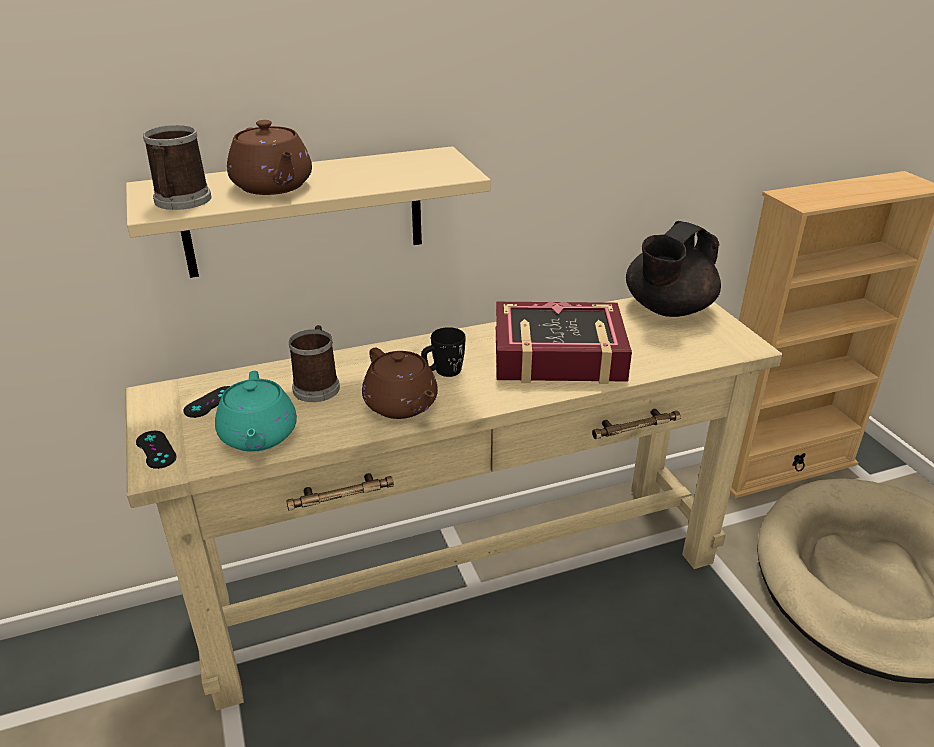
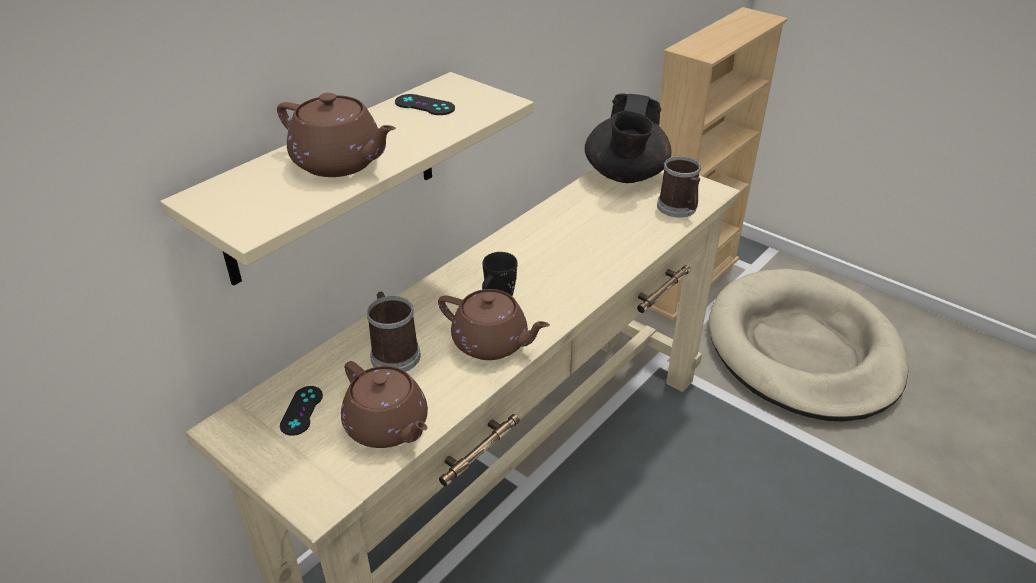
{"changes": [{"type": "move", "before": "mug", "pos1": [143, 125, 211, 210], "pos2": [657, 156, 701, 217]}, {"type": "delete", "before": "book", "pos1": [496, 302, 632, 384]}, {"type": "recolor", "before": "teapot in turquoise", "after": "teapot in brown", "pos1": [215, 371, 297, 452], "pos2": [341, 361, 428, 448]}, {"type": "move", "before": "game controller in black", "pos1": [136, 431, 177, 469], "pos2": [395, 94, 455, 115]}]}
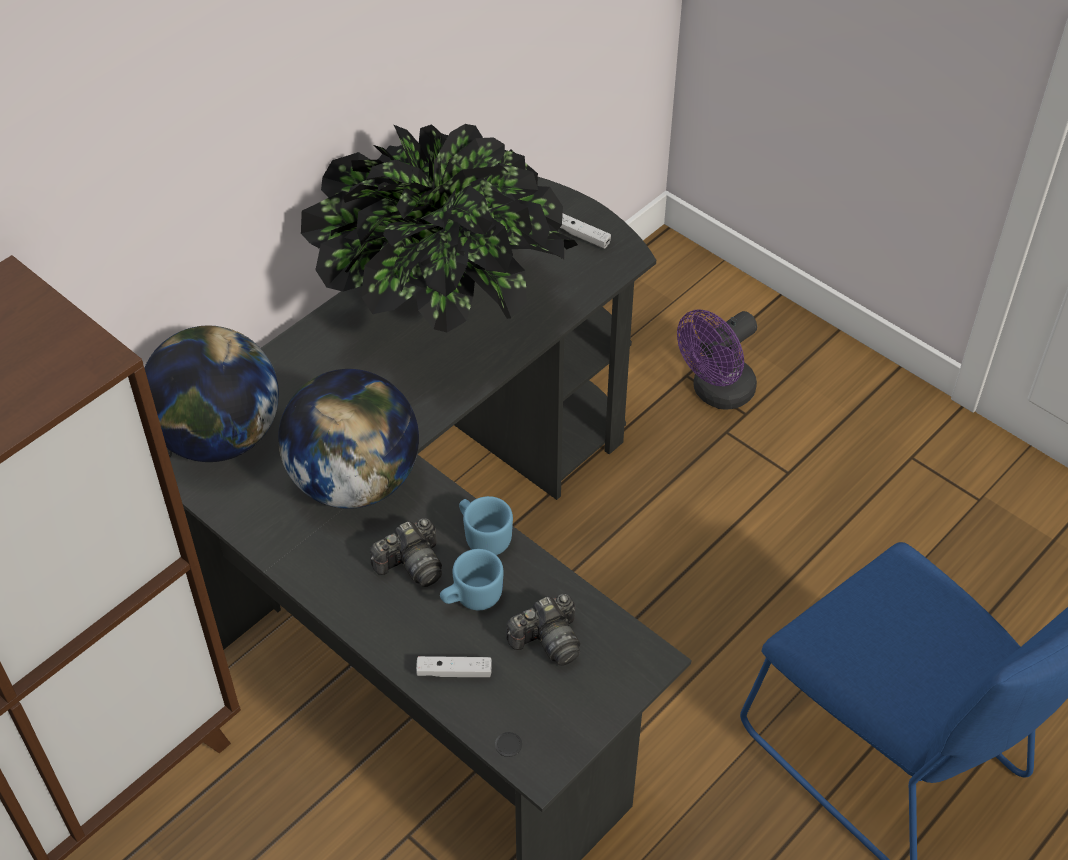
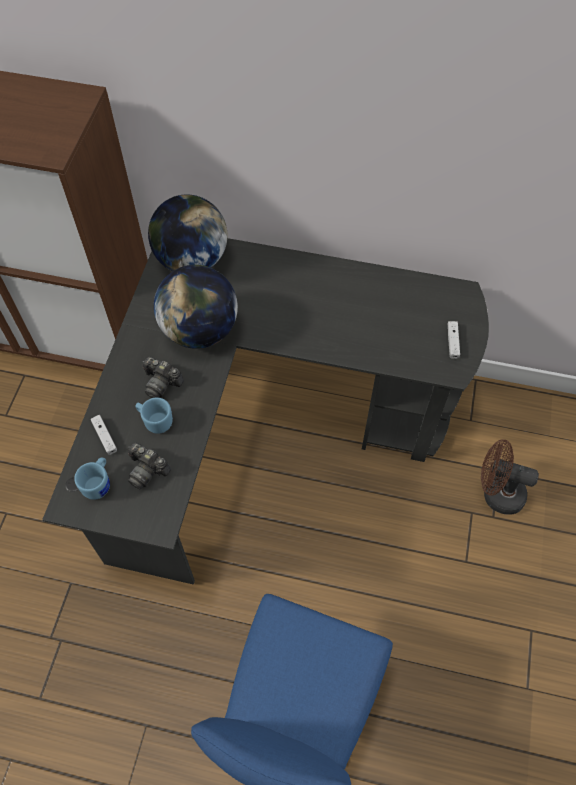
{"changes": [{"type": "delete", "before": "potted plant", "pos1": [301, 124, 578, 332]}, {"type": "recolor", "before": "fan in purple", "after": "fan in brown", "pos1": [677, 309, 757, 410], "pos2": [481, 439, 539, 515]}, {"type": "move", "before": "mug in blue", "pos1": [459, 496, 513, 555], "pos2": [74, 457, 110, 500]}]}
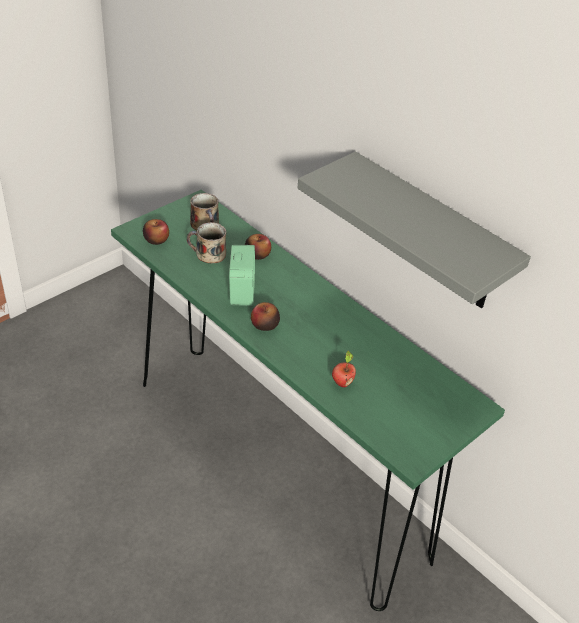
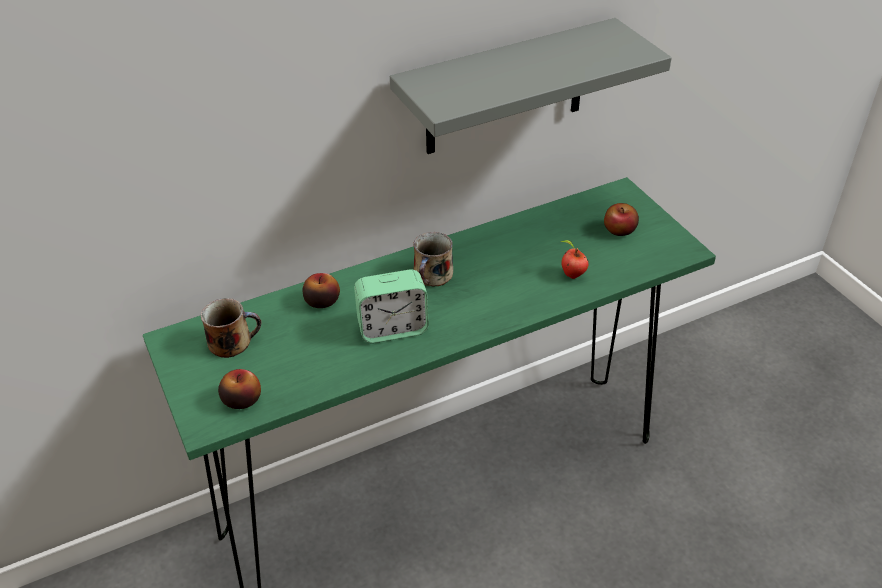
{"changes": [{"type": "move", "before": "mug", "pos1": [187, 222, 226, 263], "pos2": [413, 232, 453, 286]}, {"type": "rotate", "before": "alarm clock", "pos1": [229, 245, 255, 306], "pos2": [354, 270, 429, 343], "turn": 150}, {"type": "move", "before": "apple", "pos1": [251, 302, 280, 331], "pos2": [604, 203, 639, 236]}]}
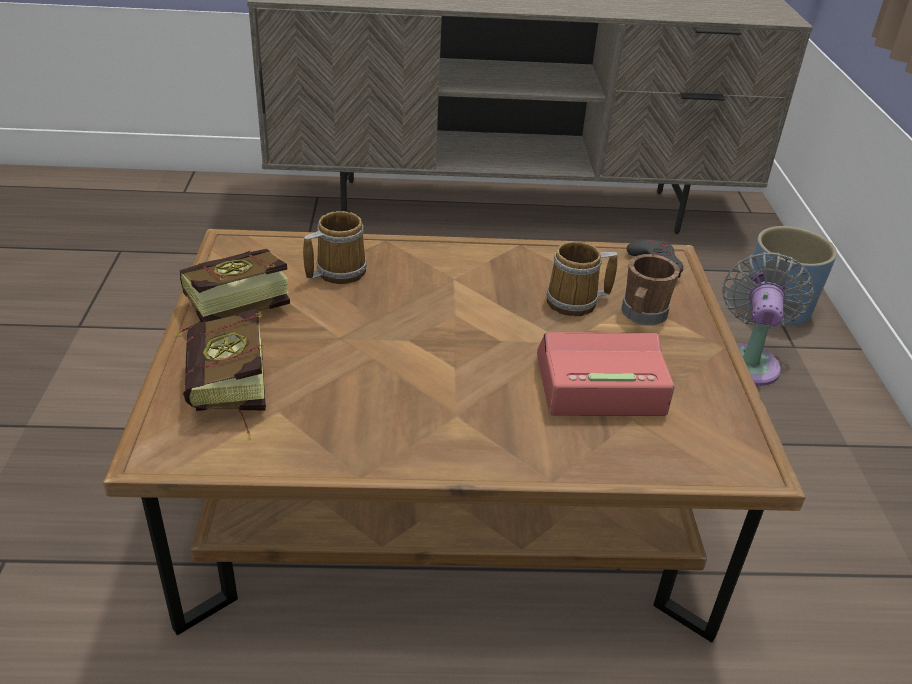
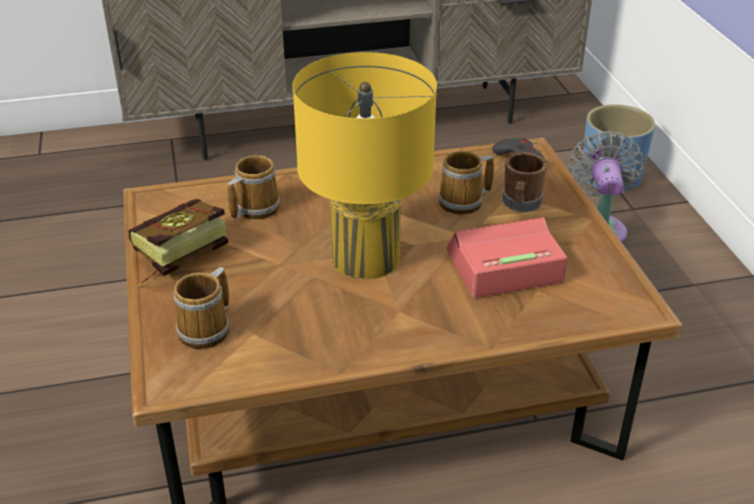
{"changes": [{"type": "replace", "before": "book", "after": "mug", "pos1": [183, 308, 266, 439], "pos2": [173, 267, 229, 349]}, {"type": "insert", "after": "table lamp in yellow", "pos2": [292, 52, 437, 279]}]}
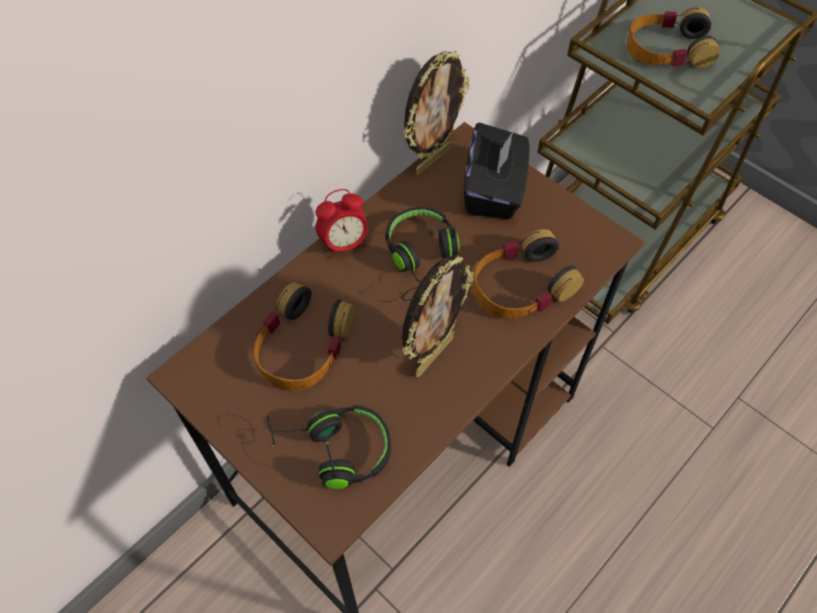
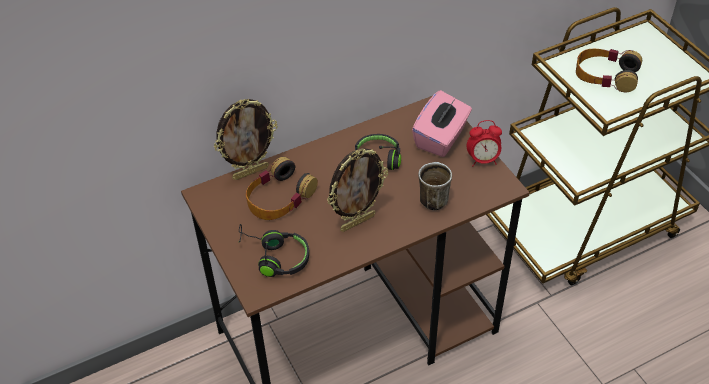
{"changes": [{"type": "move", "before": "picture frame", "pos1": [403, 51, 470, 175], "pos2": [214, 99, 278, 180]}, {"type": "recolor", "before": "tissue box in black", "after": "tissue box in pink", "pos1": [464, 123, 530, 219], "pos2": [412, 90, 472, 157]}, {"type": "move", "before": "alarm clock", "pos1": [316, 189, 368, 258], "pos2": [467, 120, 502, 166]}, {"type": "replace", "before": "headphones", "after": "mug", "pos1": [473, 229, 584, 319], "pos2": [418, 162, 452, 211]}]}
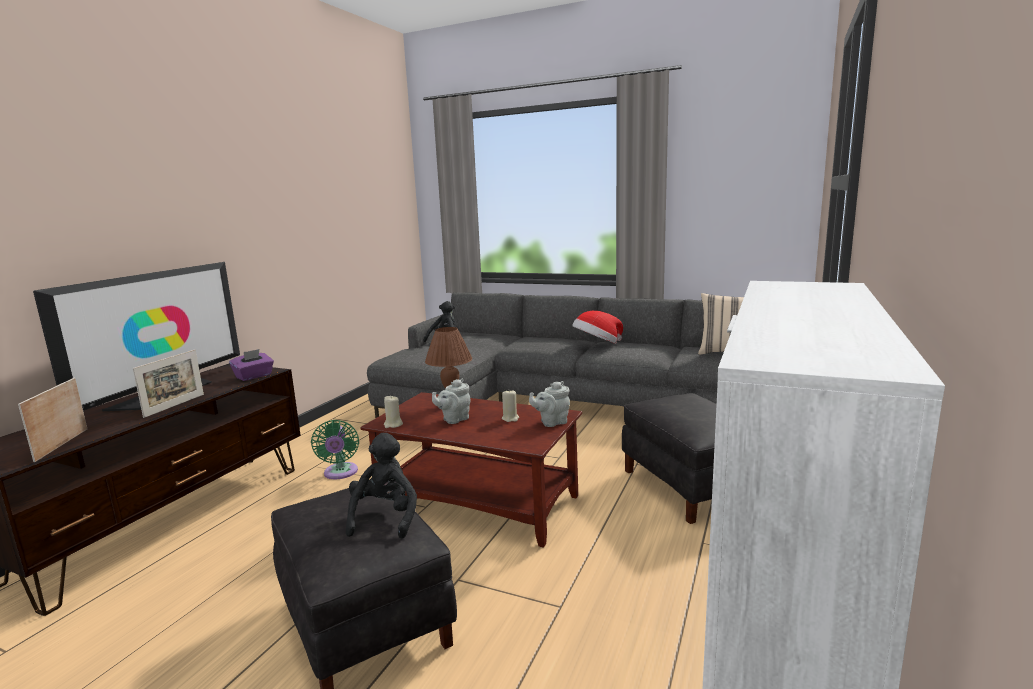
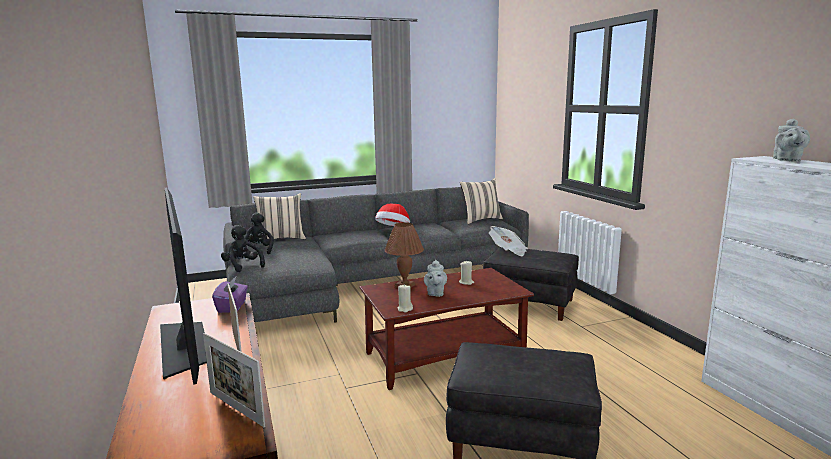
{"changes": [{"type": "move", "before": "teapot in grey", "pos1": [529, 381, 570, 427], "pos2": [773, 119, 810, 162]}, {"type": "delete", "before": "fan in green", "pos1": [311, 420, 359, 479]}, {"type": "move", "before": "plush toy in black", "pos1": [346, 433, 417, 539], "pos2": [221, 225, 265, 272]}, {"type": "insert", "after": "pillow in beige", "pos2": [253, 193, 306, 239]}, {"type": "insert", "after": "newspaper", "pos2": [489, 226, 528, 257]}]}
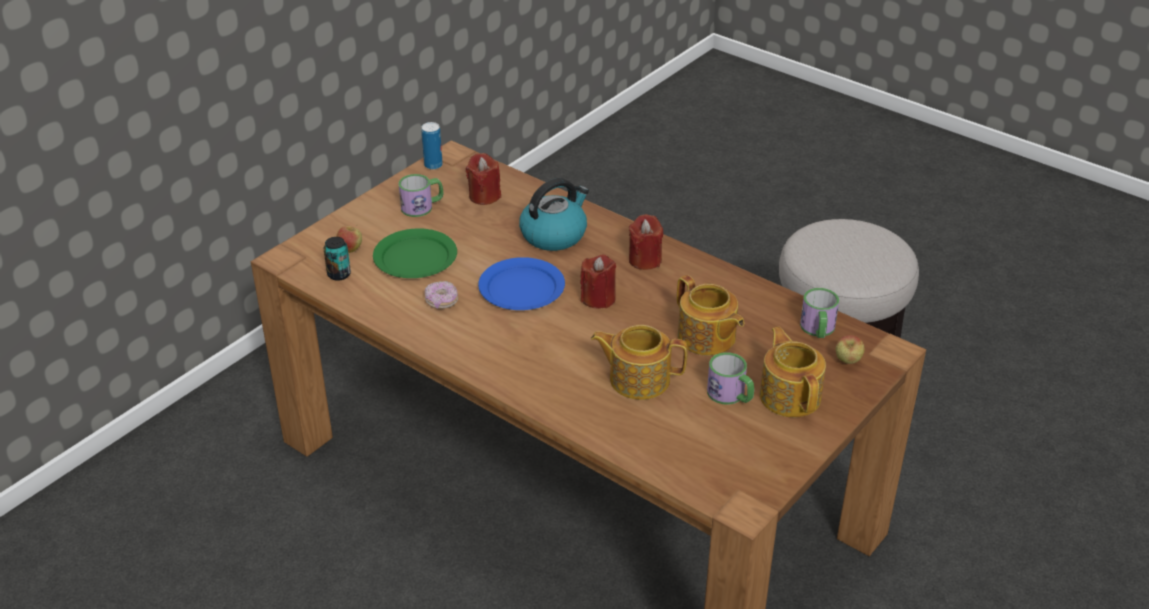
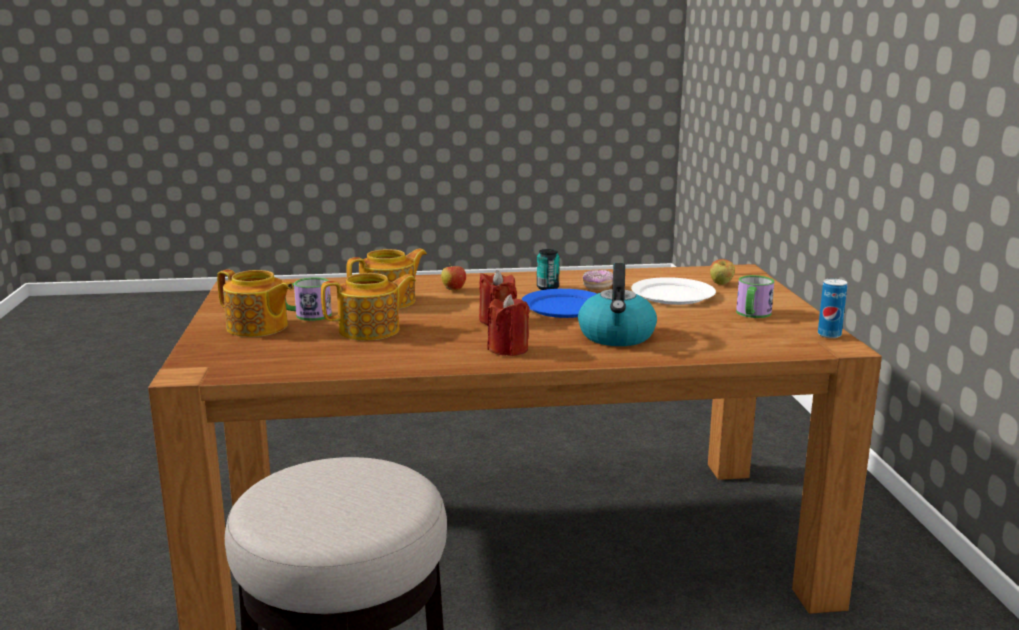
{"changes": [{"type": "delete", "before": "candle in red", "pos1": [466, 153, 501, 205]}, {"type": "recolor", "before": "plate in green", "after": "plate in white", "pos1": [373, 228, 457, 278], "pos2": [631, 277, 716, 305]}, {"type": "move", "before": "can", "pos1": [324, 237, 351, 281], "pos2": [537, 249, 560, 290]}, {"type": "rotate", "before": "teapot", "pos1": [677, 275, 744, 356], "pos2": [321, 273, 416, 340], "turn": 150}, {"type": "delete", "before": "mug", "pos1": [800, 288, 839, 338]}, {"type": "move", "before": "apple", "pos1": [836, 335, 865, 364], "pos2": [441, 264, 466, 291]}]}
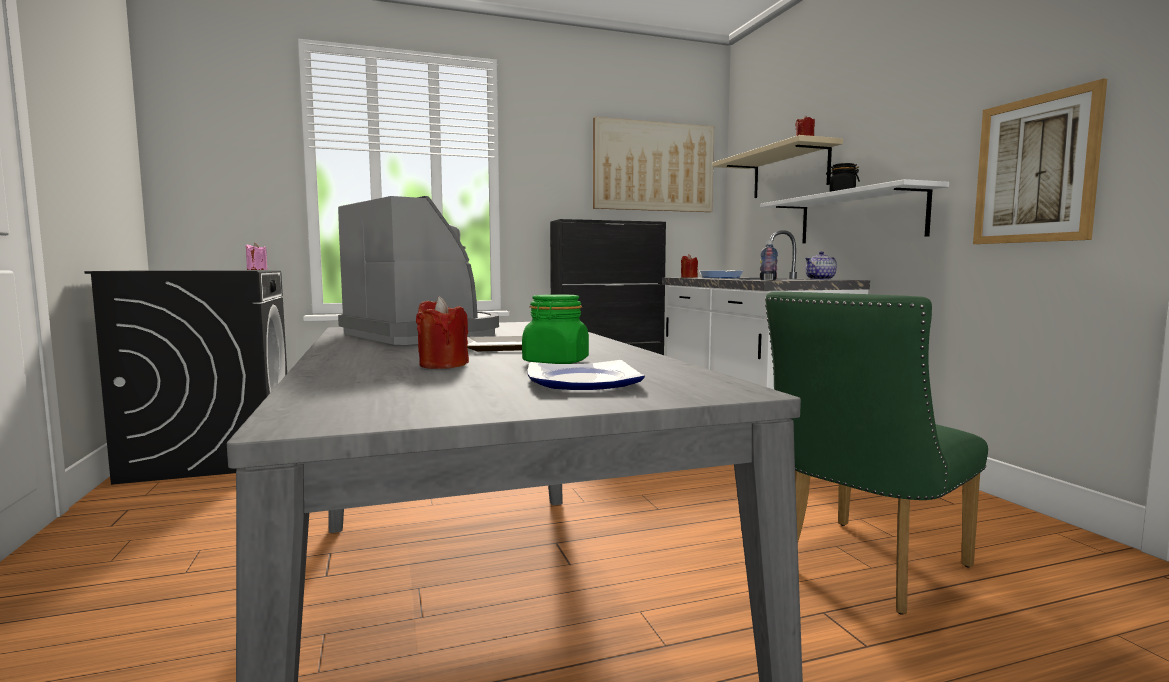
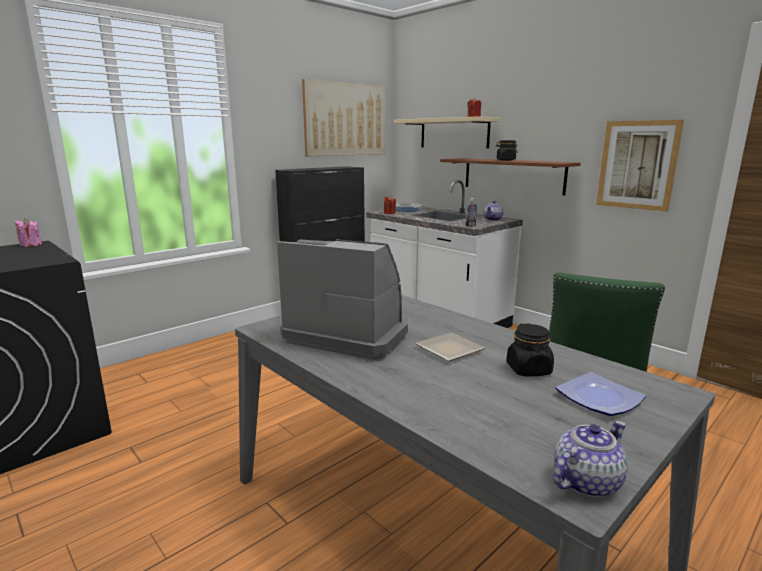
{"changes": [{"type": "recolor", "before": "shelf in white", "after": "shelf in brown", "pos1": [760, 179, 949, 243], "pos2": [440, 158, 581, 195]}, {"type": "recolor", "before": "jar in green", "after": "jar in black", "pos1": [522, 294, 589, 364], "pos2": [507, 323, 554, 376]}, {"type": "delete", "before": "candle in red", "pos1": [416, 296, 469, 369]}, {"type": "insert", "after": "teapot", "pos2": [553, 421, 628, 497]}]}
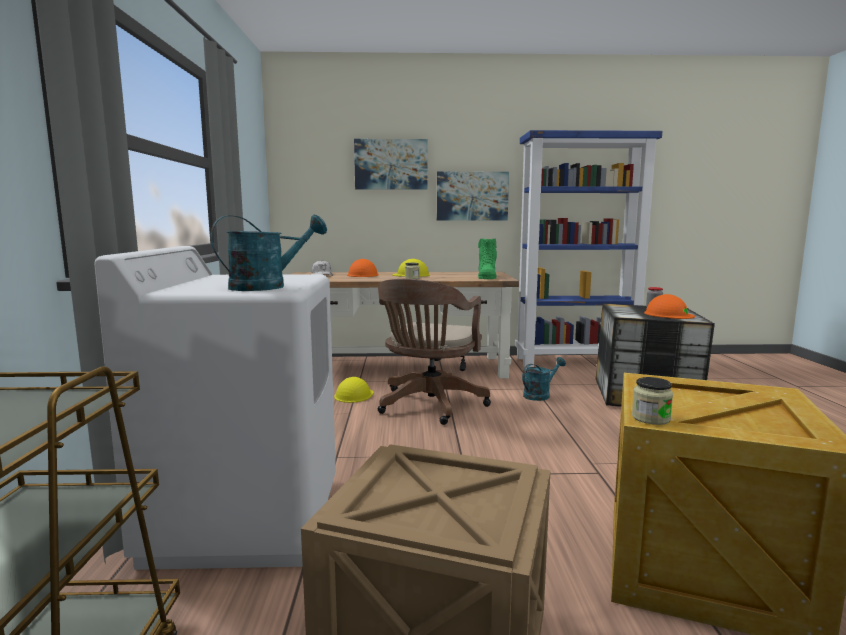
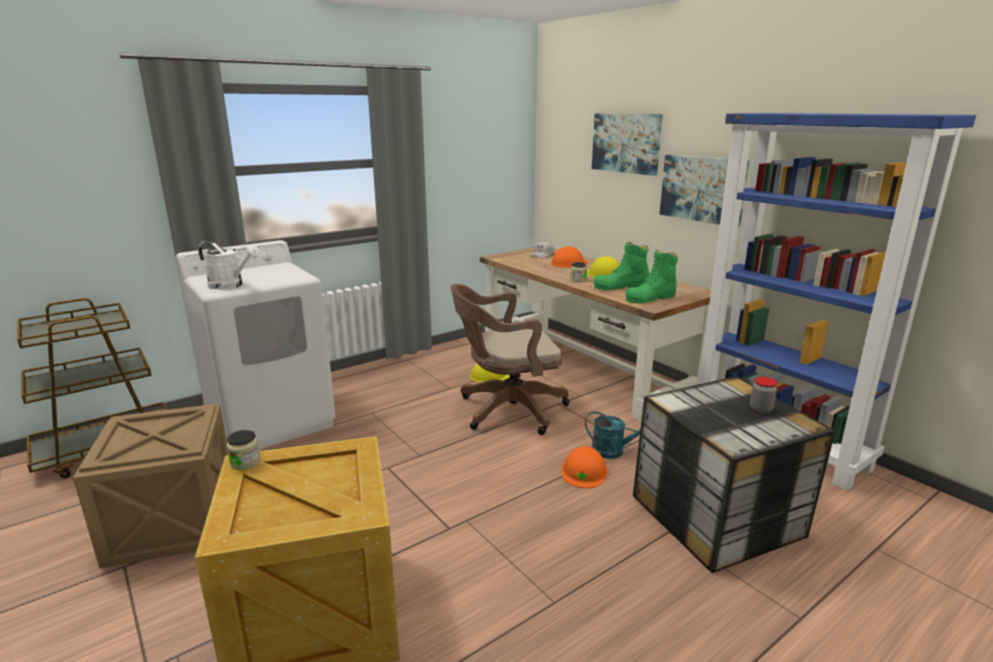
{"changes": [{"type": "recolor", "before": "watering can in turquoise", "after": "watering can in white", "pos1": [210, 214, 327, 291], "pos2": [198, 240, 260, 289]}, {"type": "move", "before": "hard hat in orange", "pos1": [644, 294, 695, 319], "pos2": [562, 446, 608, 488]}, {"type": "insert", "after": "boot in green", "pos2": [594, 242, 649, 290]}]}
